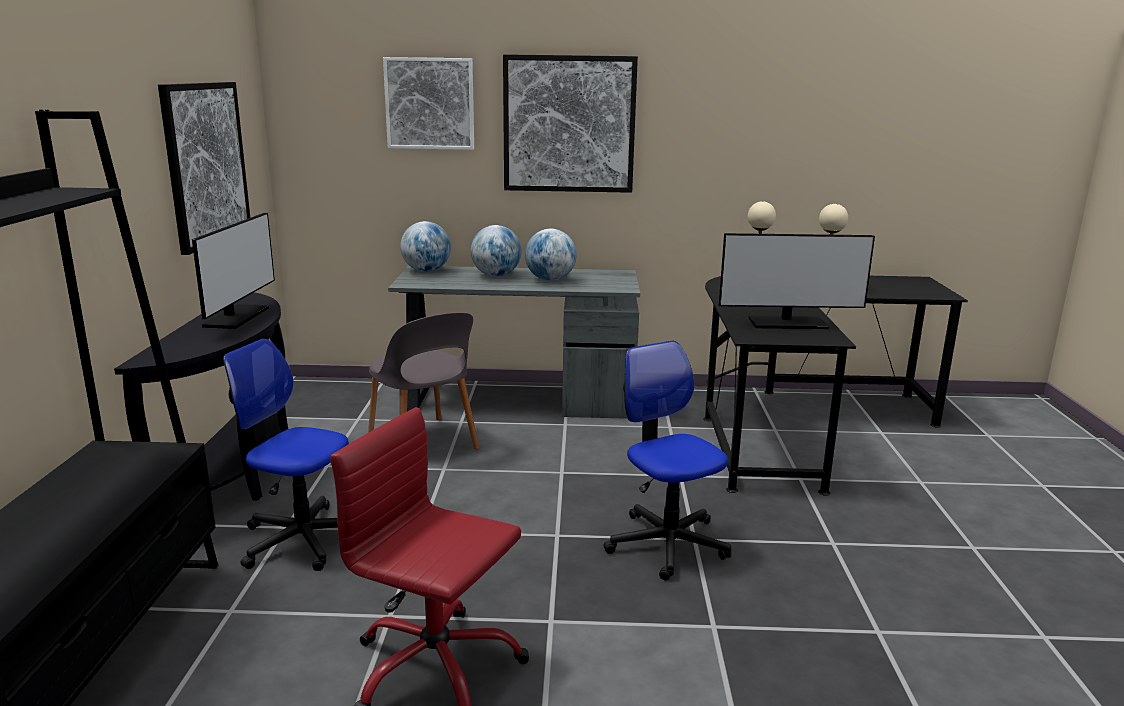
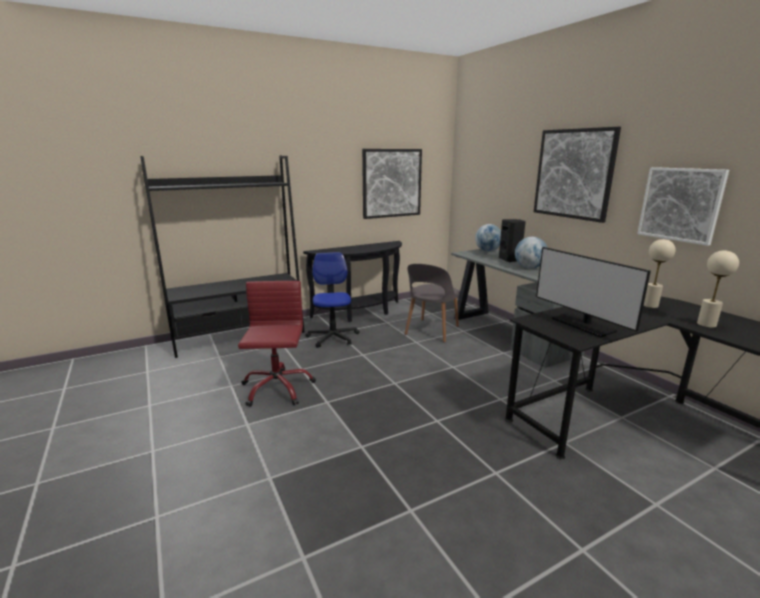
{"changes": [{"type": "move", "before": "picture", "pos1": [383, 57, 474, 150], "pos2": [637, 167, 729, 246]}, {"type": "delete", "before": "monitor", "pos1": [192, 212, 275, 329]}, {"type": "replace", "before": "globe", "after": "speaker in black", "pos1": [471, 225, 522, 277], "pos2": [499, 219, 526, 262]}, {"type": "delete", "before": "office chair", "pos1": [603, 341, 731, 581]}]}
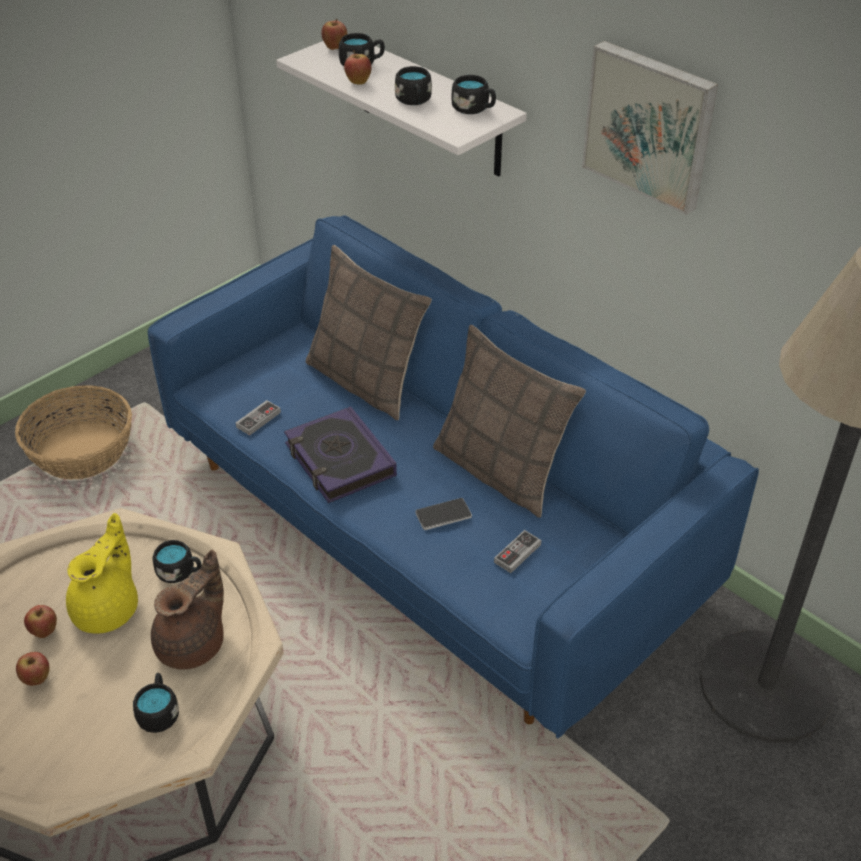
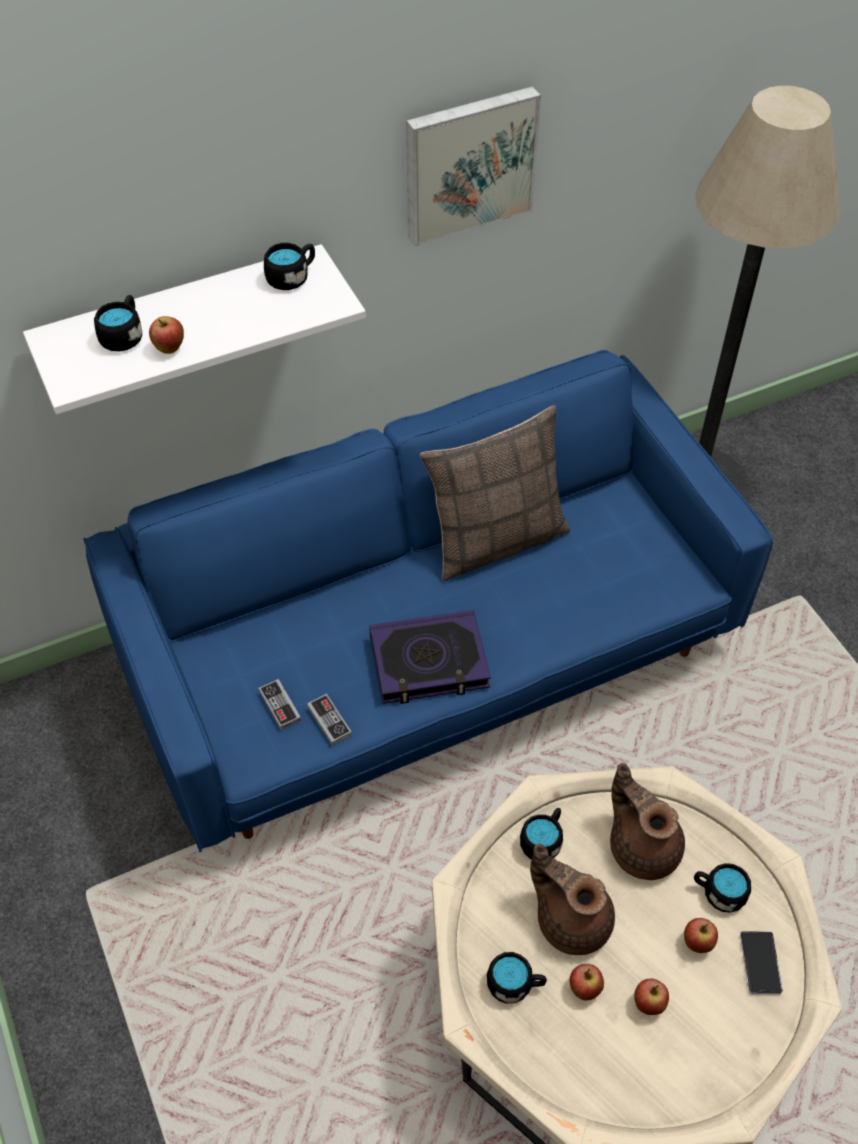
{"changes": [{"type": "move", "before": "apple", "pos1": [321, 18, 347, 50], "pos2": [684, 918, 718, 953]}, {"type": "move", "before": "mug in black", "pos1": [395, 66, 432, 105], "pos2": [487, 952, 547, 1004]}, {"type": "delete", "before": "pillow", "pos1": [306, 245, 432, 420]}, {"type": "delete", "before": "basket", "pos1": [15, 385, 132, 480]}, {"type": "move", "before": "phone", "pos1": [415, 498, 472, 530], "pos2": [740, 931, 783, 995]}, {"type": "recolor", "before": "teapot in yellow", "after": "teapot in brown", "pos1": [66, 513, 138, 633], "pos2": [530, 843, 615, 955]}, {"type": "move", "before": "game controller", "pos1": [494, 530, 541, 573], "pos2": [259, 679, 301, 730]}]}
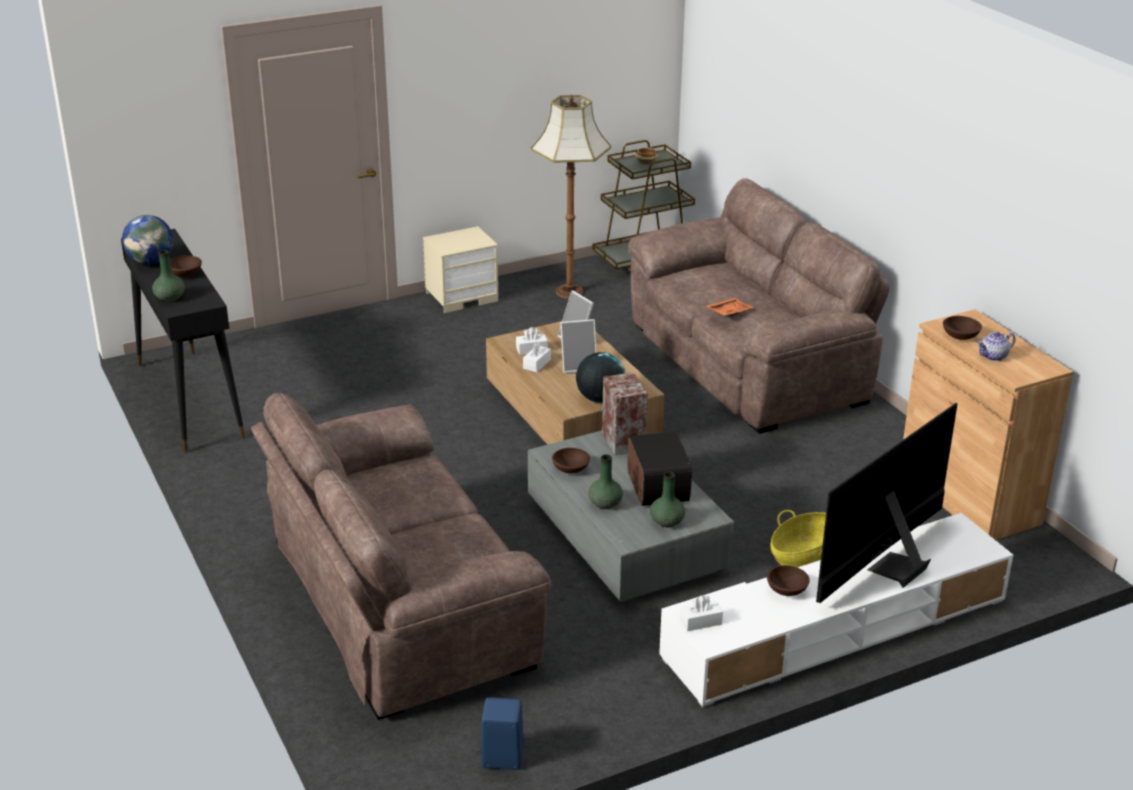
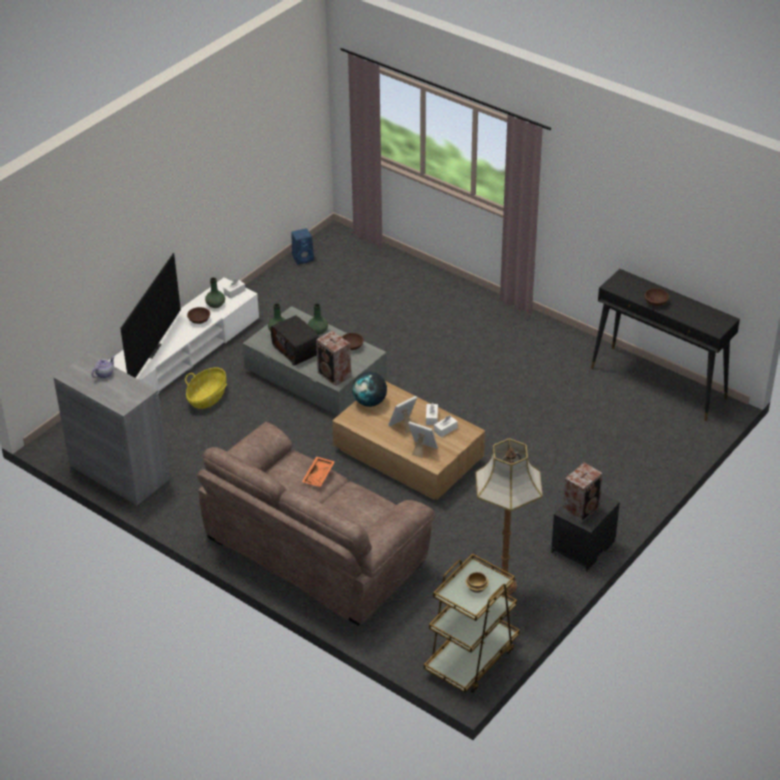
{"changes": [{"type": "delete", "before": "globe", "pos1": [122, 215, 173, 264]}, {"type": "recolor", "before": "nightstand in beige", "after": "nightstand in black", "pos1": [423, 226, 499, 313], "pos2": [551, 493, 620, 571]}, {"type": "move", "before": "vase in green", "pos1": [152, 250, 185, 302], "pos2": [205, 277, 225, 308]}, {"type": "recolor", "before": "cabinet in brown", "after": "cabinet in grey", "pos1": [903, 309, 1073, 540], "pos2": [53, 353, 170, 505]}, {"type": "delete", "before": "bowl in brown", "pos1": [943, 316, 982, 340]}, {"type": "delete", "before": "sofa in brown", "pos1": [251, 393, 551, 720]}, {"type": "insert", "after": "speaker", "pos2": [562, 462, 603, 524]}]}
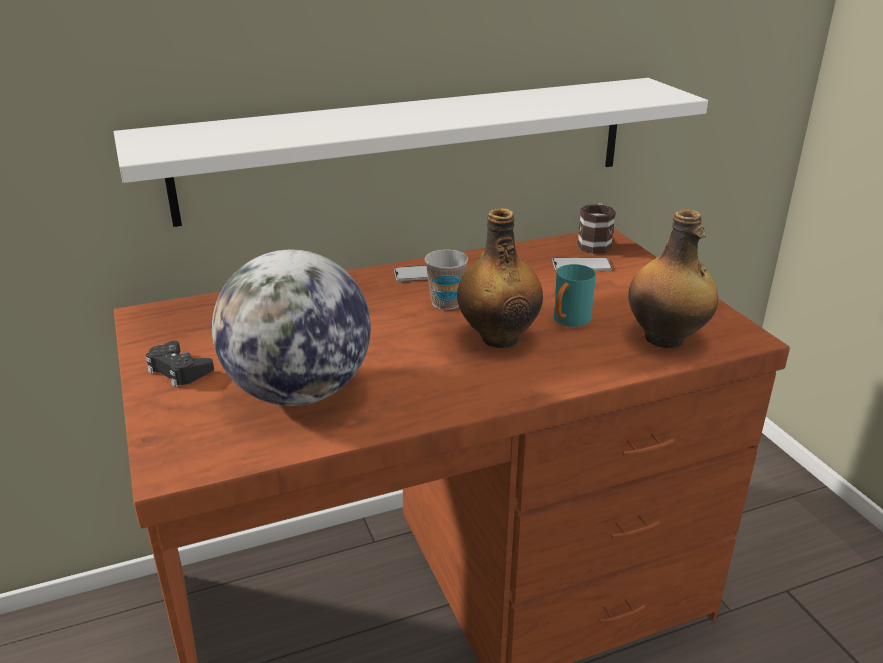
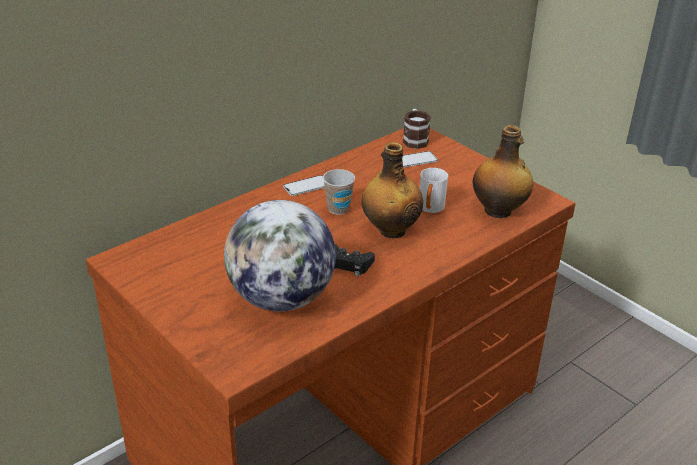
{"changes": [{"type": "delete", "before": "shelf in white", "pos1": [114, 78, 708, 227]}, {"type": "recolor", "before": "mug in turquoise", "after": "mug in white", "pos1": [554, 264, 596, 327], "pos2": [420, 168, 448, 213]}, {"type": "move", "before": "game controller in black", "pos1": [146, 341, 214, 387], "pos2": [334, 244, 375, 276]}]}
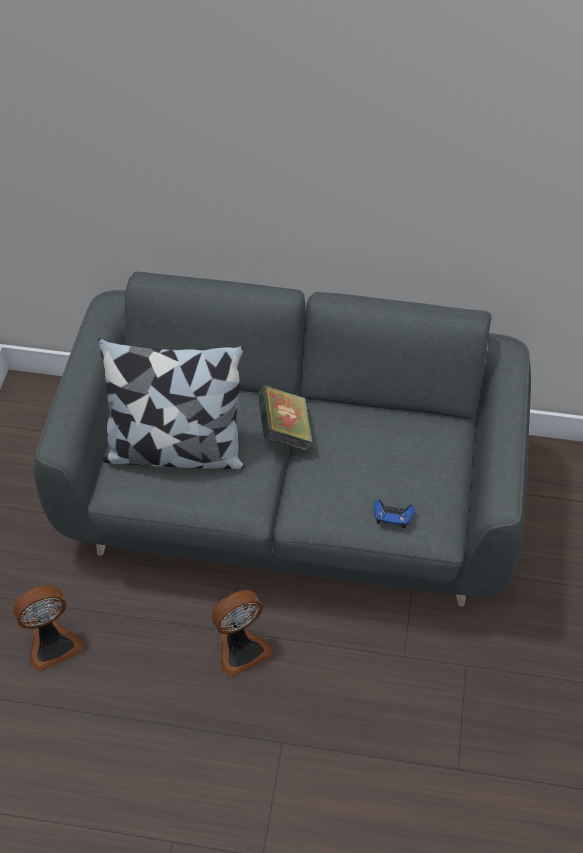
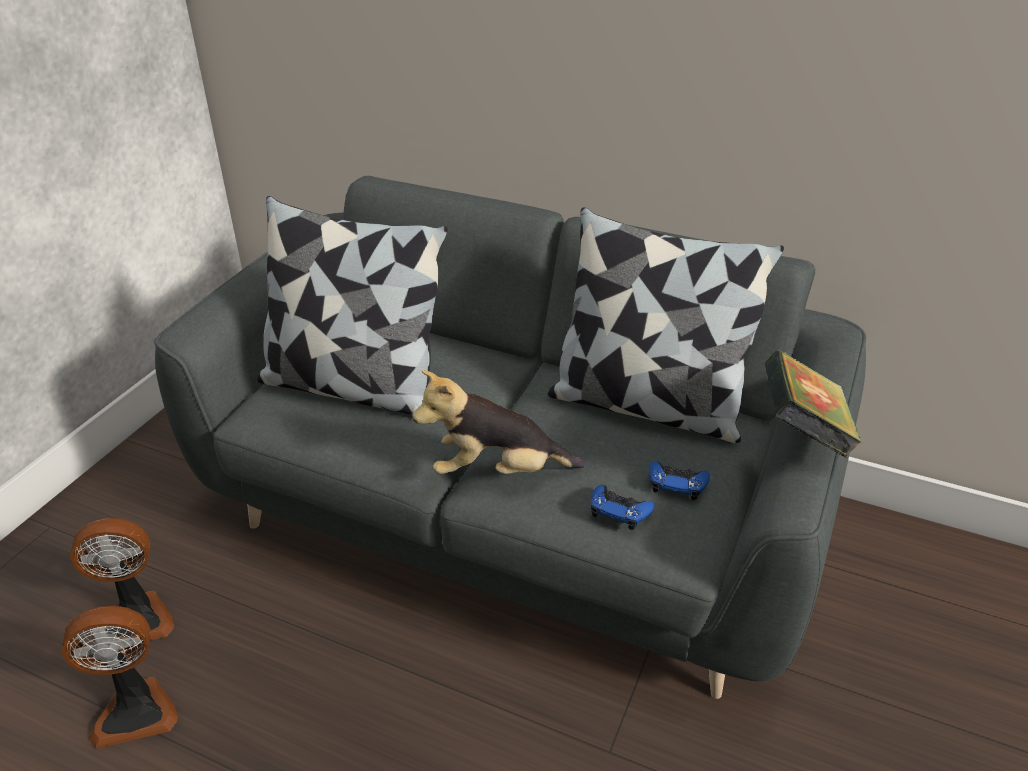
{"changes": [{"type": "move", "before": "book", "pos1": [258, 385, 313, 451], "pos2": [765, 350, 862, 458]}, {"type": "move", "before": "fan", "pos1": [211, 590, 272, 677], "pos2": [62, 606, 178, 749]}, {"type": "insert", "after": "pillow", "pos2": [548, 207, 784, 443]}, {"type": "insert", "after": "plush toy", "pos2": [413, 370, 585, 474]}, {"type": "insert", "after": "game controller in blue", "pos2": [649, 461, 710, 500]}]}
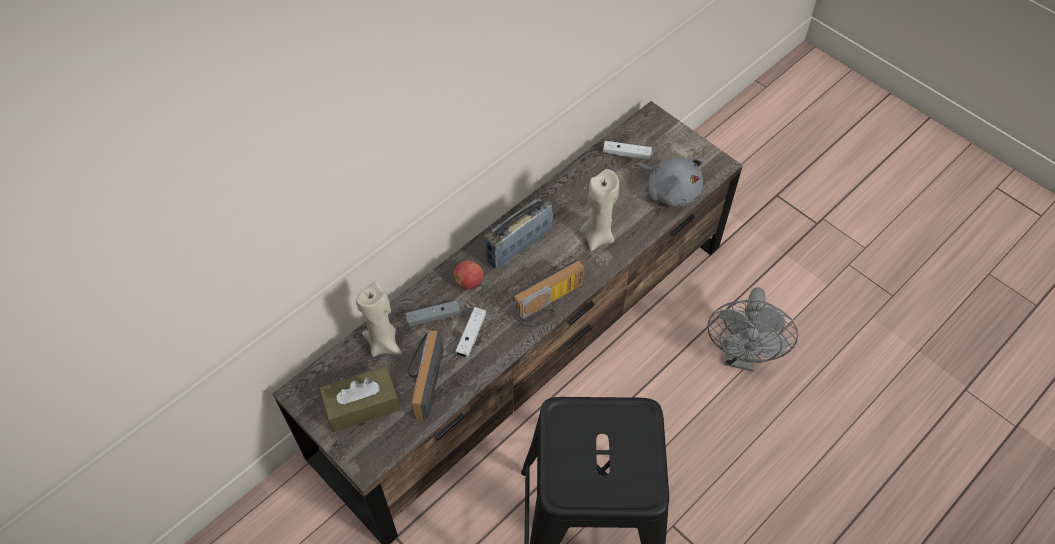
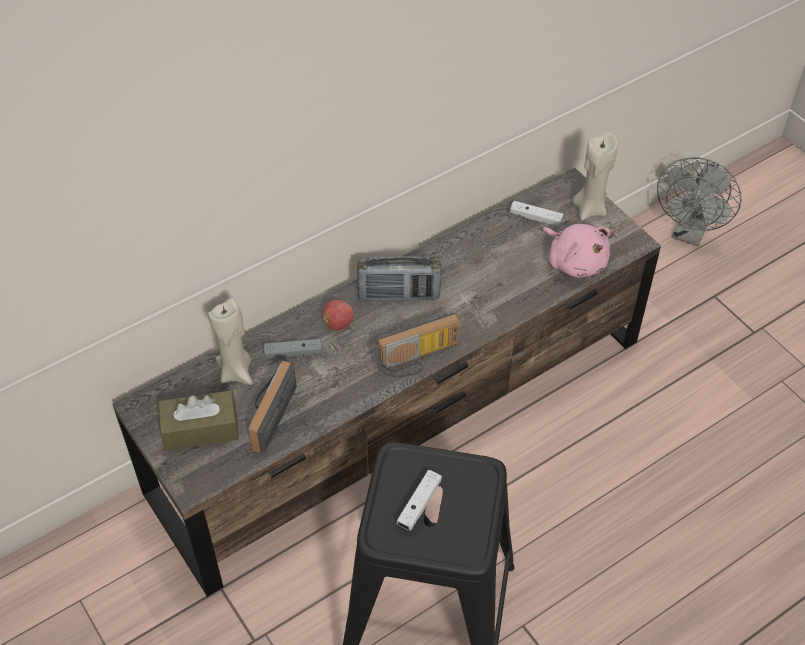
{"changes": [{"type": "recolor", "before": "plush toy in grey", "after": "plush toy in pink", "pos1": [635, 157, 703, 207], "pos2": [542, 224, 610, 278]}, {"type": "move", "before": "candle in beige", "pos1": [580, 169, 619, 251], "pos2": [572, 132, 618, 220]}, {"type": "rotate", "before": "radio", "pos1": [484, 196, 553, 269], "pos2": [357, 256, 441, 301], "turn": -150}, {"type": "move", "before": "fan in grey", "pos1": [708, 287, 798, 372], "pos2": [657, 157, 742, 246]}, {"type": "move", "before": "game controller in white", "pos1": [455, 307, 486, 358], "pos2": [397, 470, 442, 530]}]}
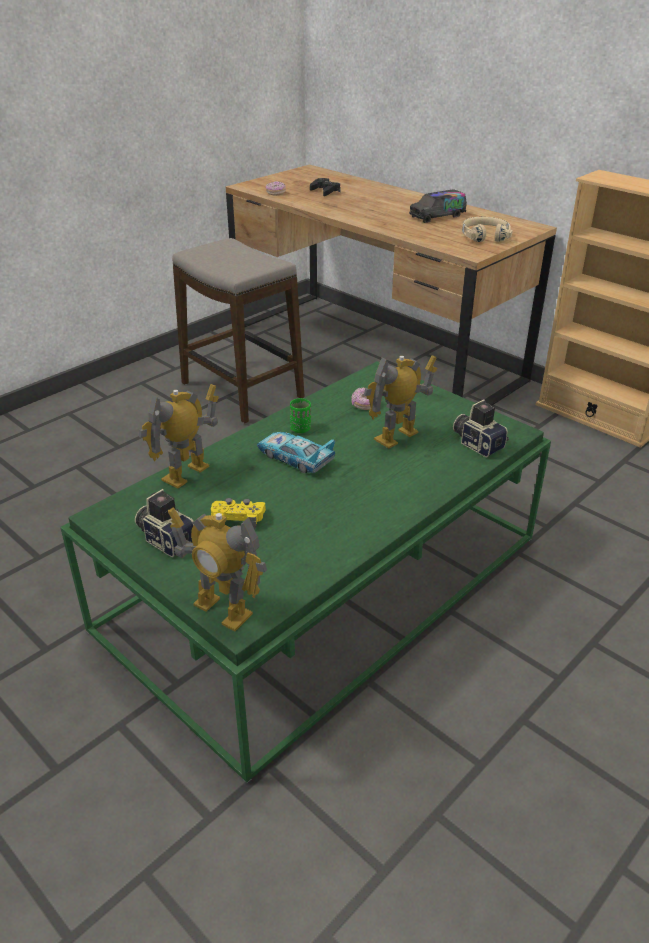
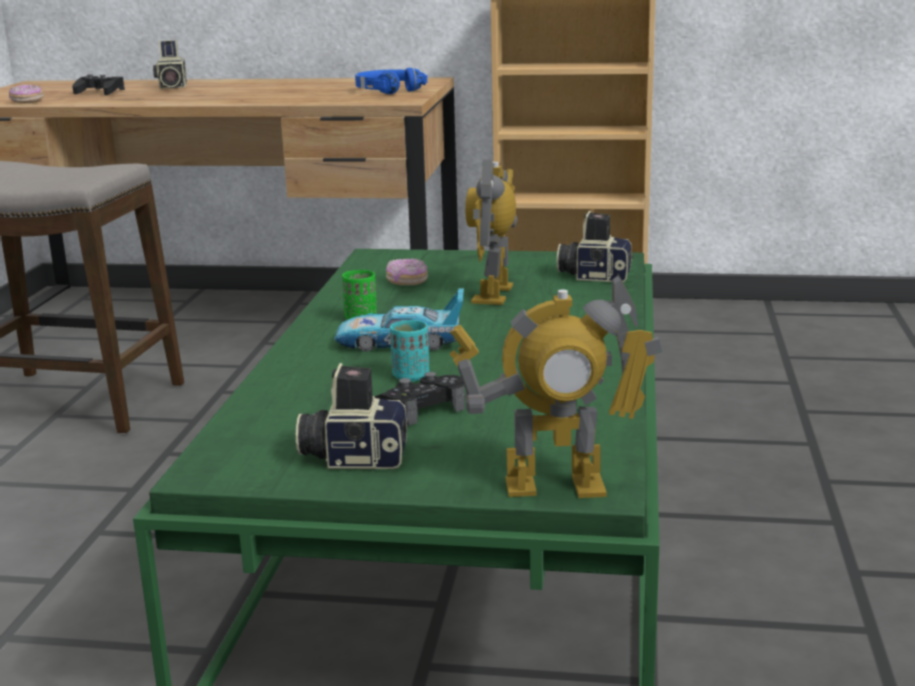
{"changes": [{"type": "delete", "before": "toy truck", "pos1": [409, 189, 467, 223]}, {"type": "recolor", "before": "headphones in beige", "after": "headphones in blue", "pos1": [462, 217, 513, 242], "pos2": [355, 68, 427, 94]}, {"type": "delete", "before": "toy robot", "pos1": [139, 384, 219, 488]}, {"type": "recolor", "before": "game controller in yellow", "after": "game controller in black", "pos1": [211, 498, 266, 530], "pos2": [375, 372, 465, 425]}, {"type": "insert", "after": "photo camera", "pos2": [153, 40, 187, 89]}, {"type": "insert", "after": "cup in turquoise", "pos2": [390, 320, 429, 381]}]}
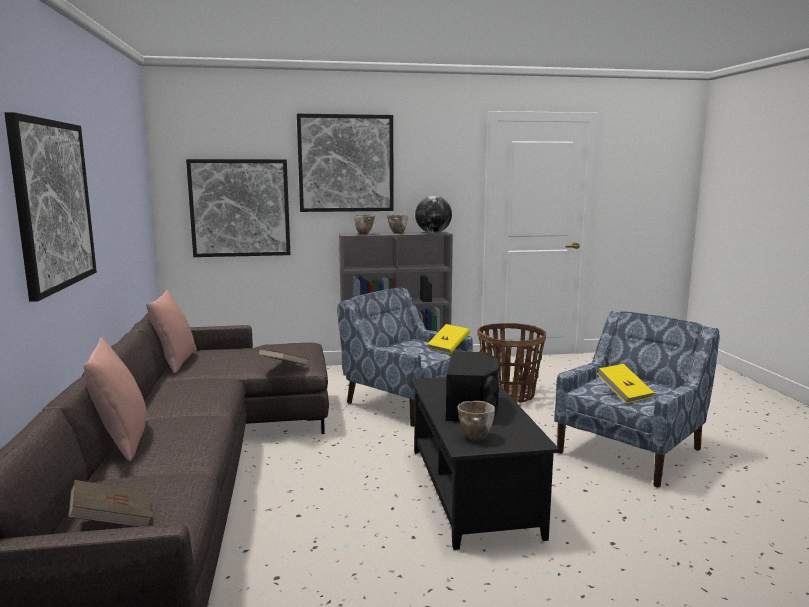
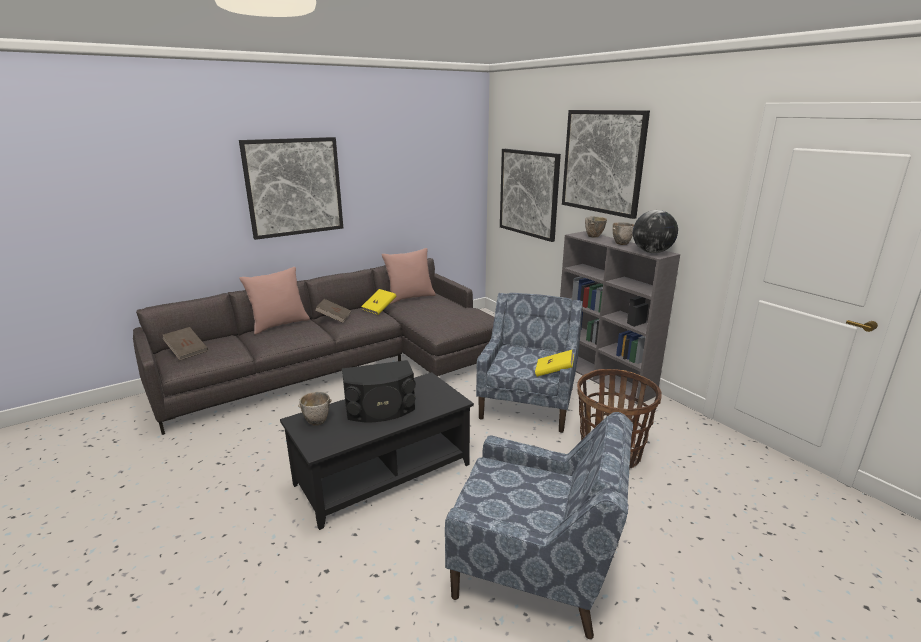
{"changes": [{"type": "move", "before": "book in brown", "pos1": [258, 349, 309, 365], "pos2": [315, 299, 351, 323]}, {"type": "move", "before": "book in yellow", "pos1": [597, 364, 654, 403], "pos2": [361, 289, 396, 315]}]}
